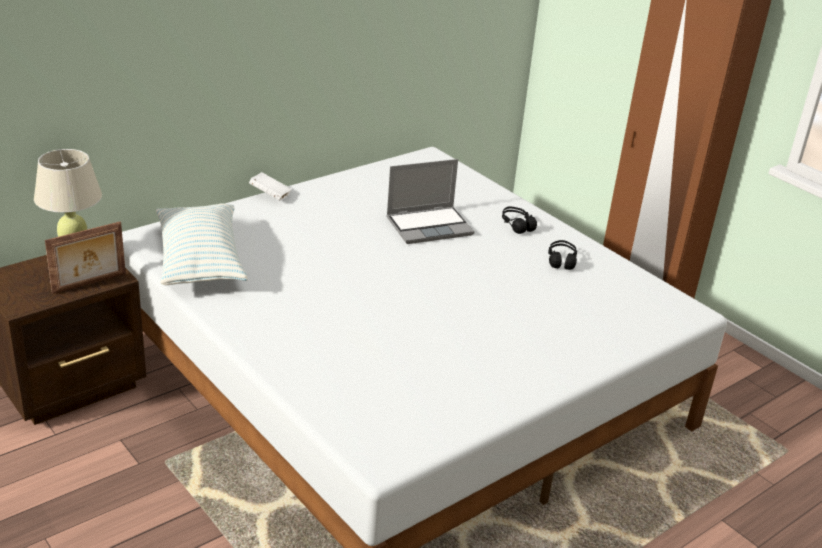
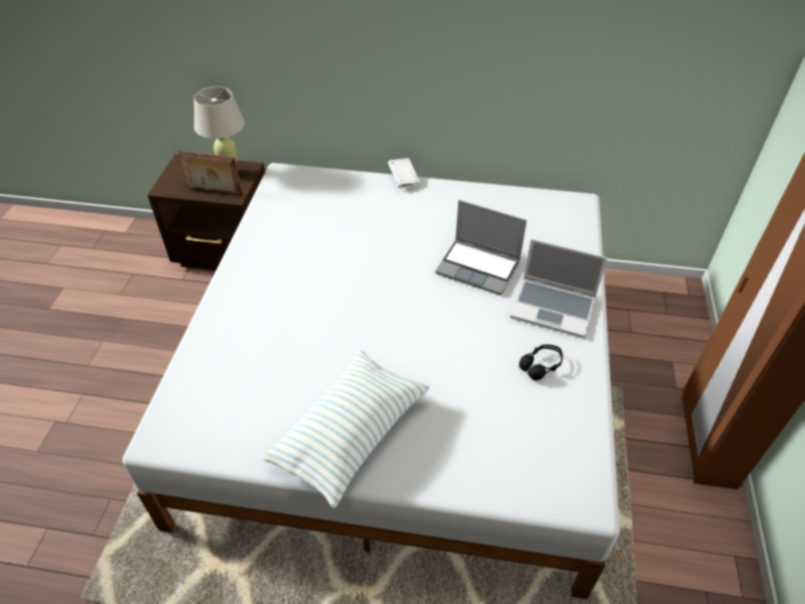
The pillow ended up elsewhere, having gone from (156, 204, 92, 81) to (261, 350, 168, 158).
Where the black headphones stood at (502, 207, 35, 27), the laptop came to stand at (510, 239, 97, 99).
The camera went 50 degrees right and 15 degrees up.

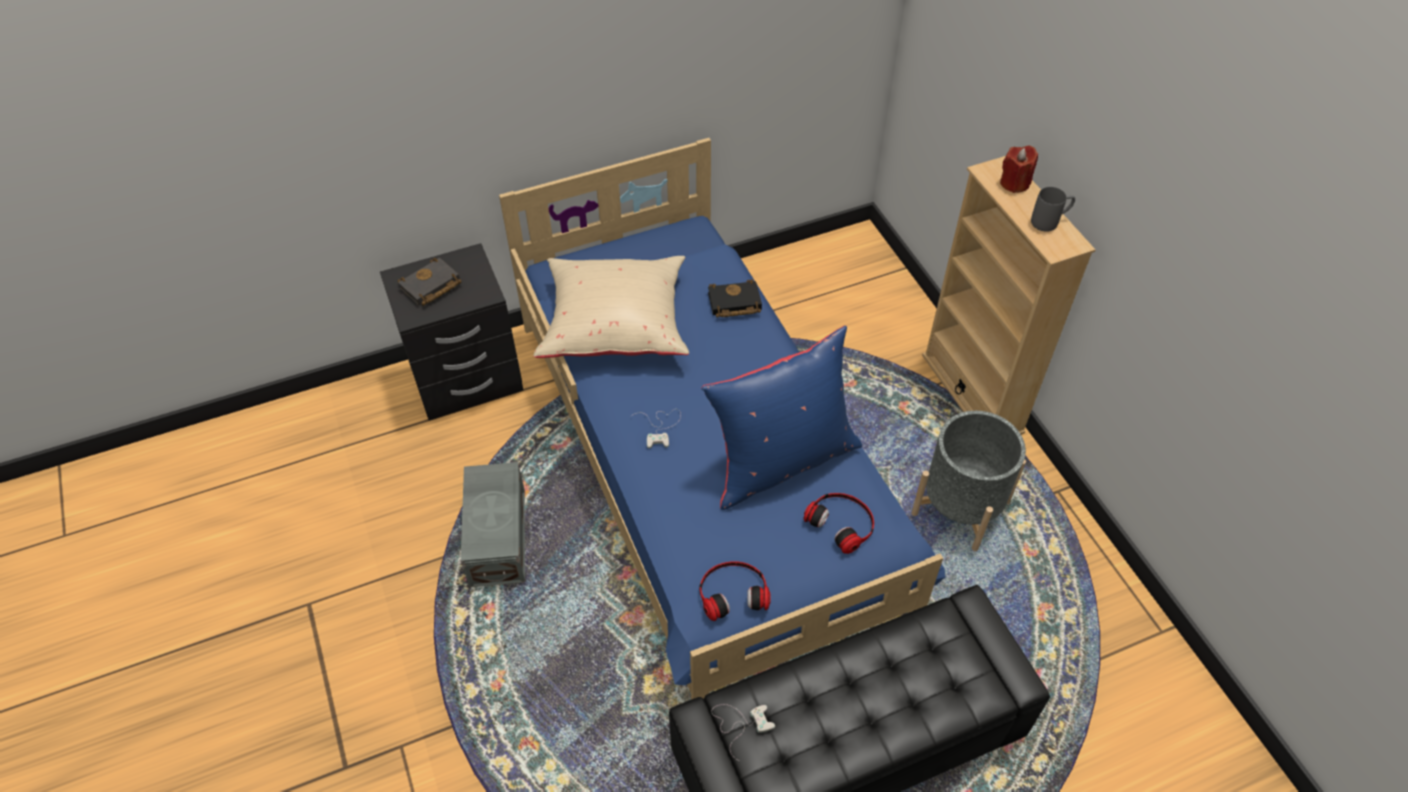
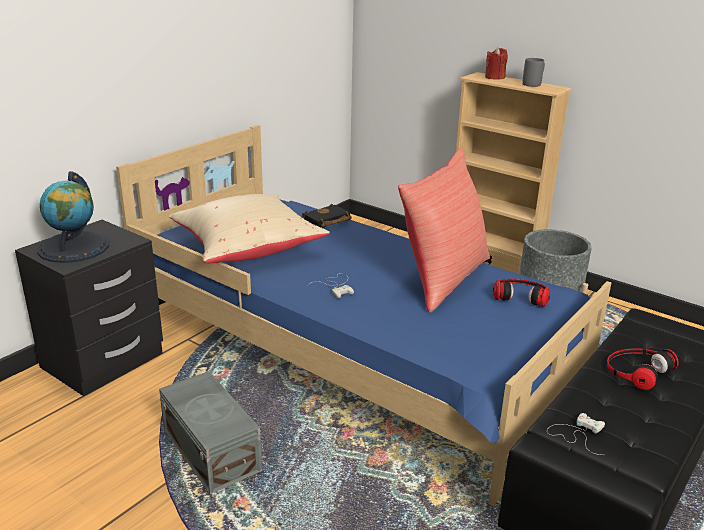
The headphones ended up elsewhere, having gone from (699, 561, 72, 60) to (607, 348, 72, 42).
Where the black book stood at (398, 258, 63, 48), the globe came to stand at (37, 171, 72, 92).
What was the blue pillow at (701, 326, 161, 184) turned into the red pillow at (398, 147, 92, 165).
The camera went 30 degrees left and 25 degrees down.

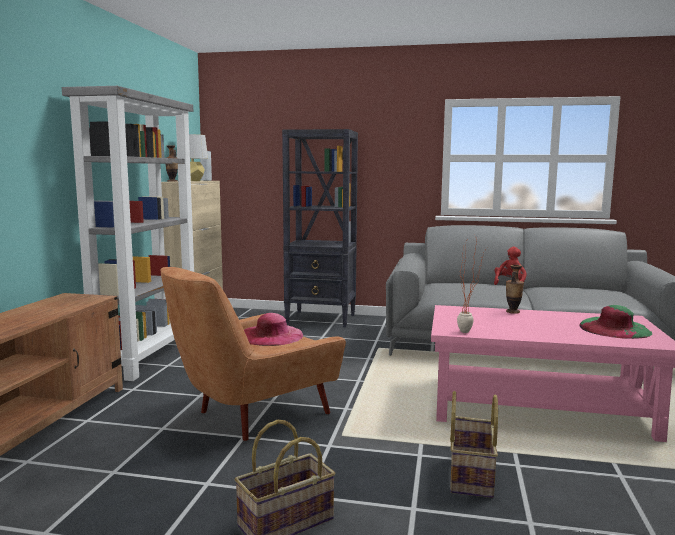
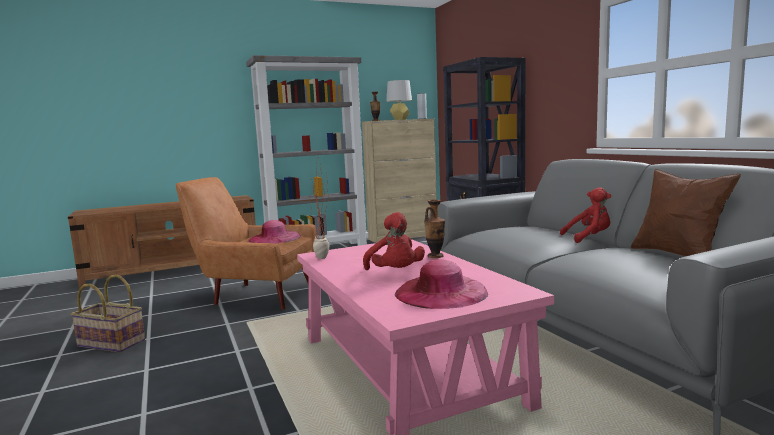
The second view lost the basket at (450, 391, 48, 107).
The second view gained the red plush toy at (363, 212, 62, 58).
The second view gained the brown pillow at (631, 169, 110, 87).
What was the green hat at (579, 305, 73, 34) turned into the pink hat at (395, 259, 93, 50).
The camera went 55 degrees right and 0 degrees up.

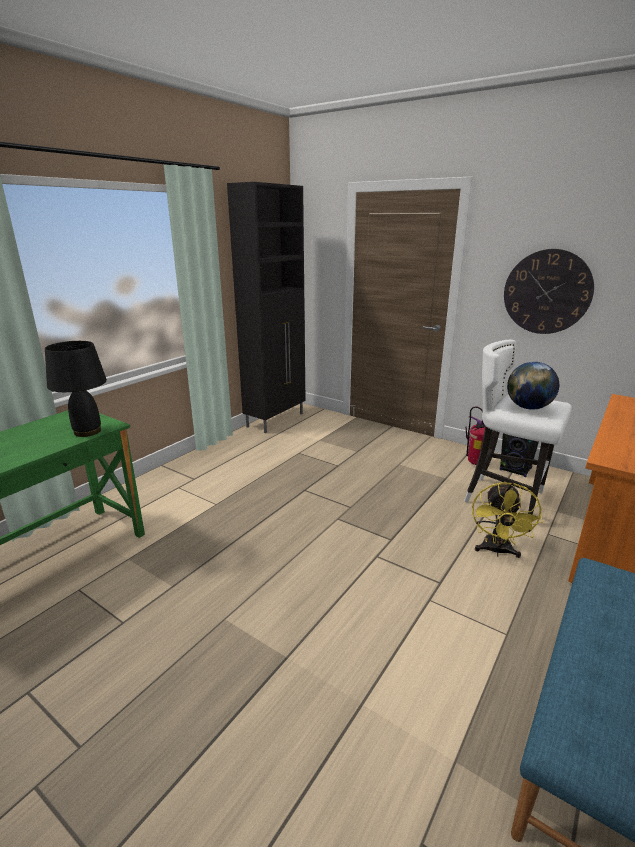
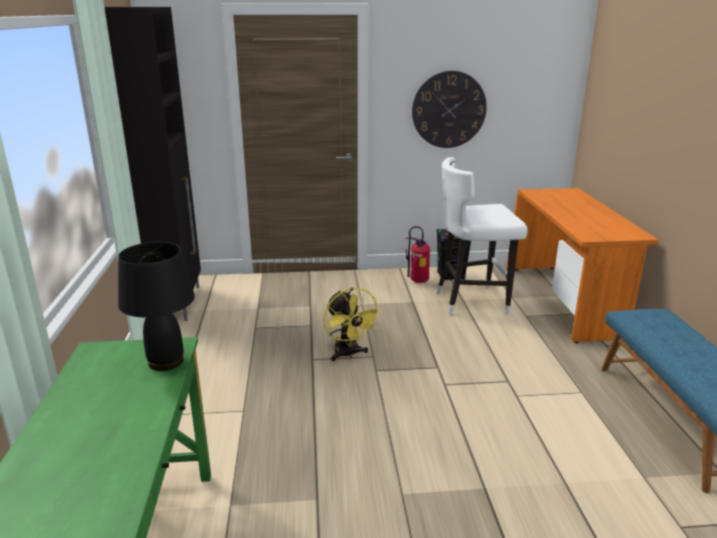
The second view lost the globe at (507, 362, 52, 48).
The yellow fan ended up elsewhere, having gone from (472, 481, 71, 77) to (324, 288, 58, 73).
The camera went 40 degrees left and 0 degrees up.

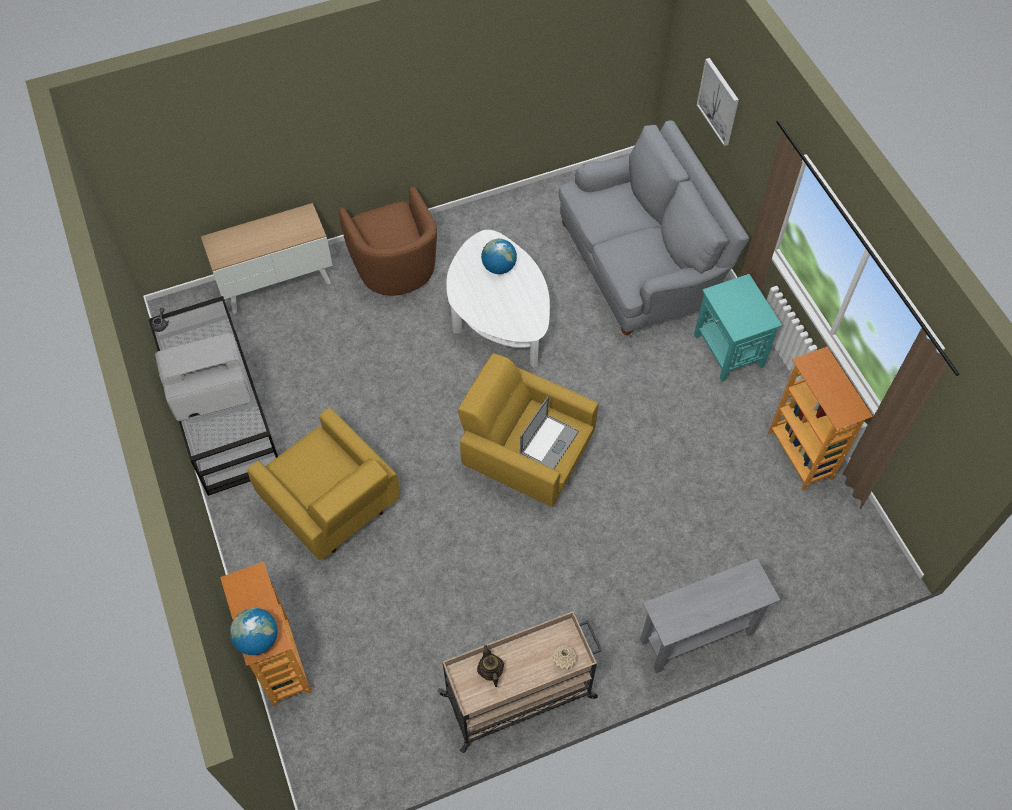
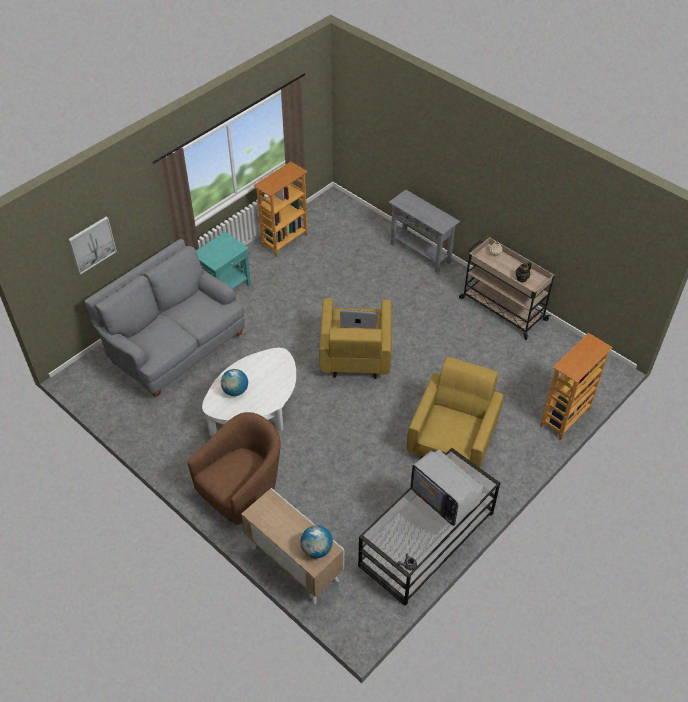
The globe ended up elsewhere, having gone from (230, 608, 48, 47) to (301, 525, 32, 33).
The camera went 115 degrees left and 10 degrees down.

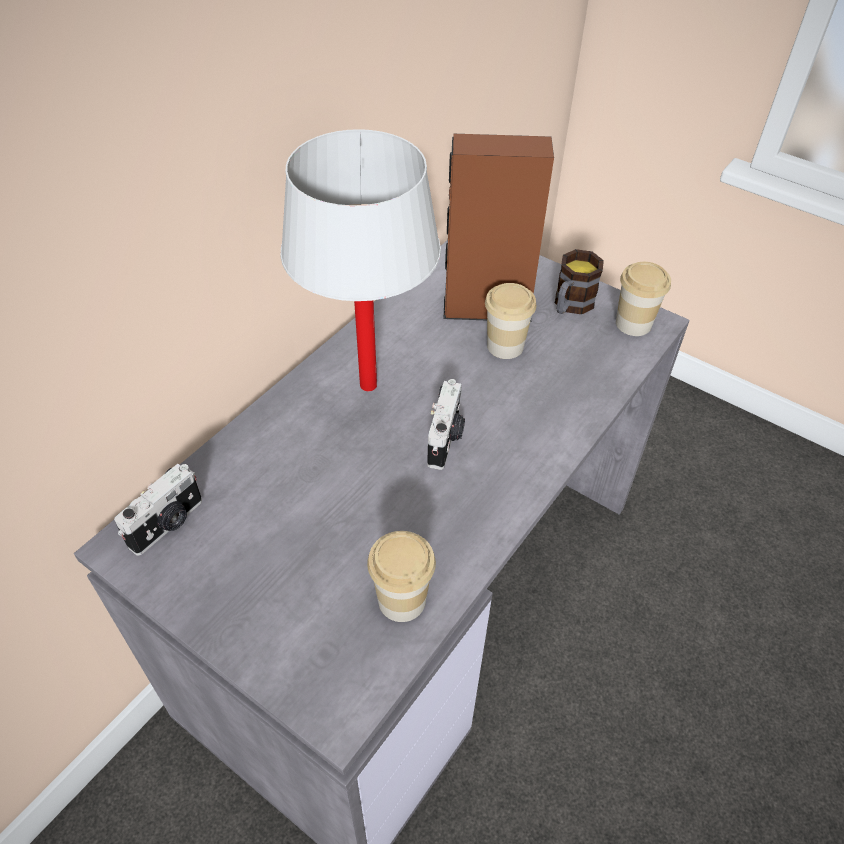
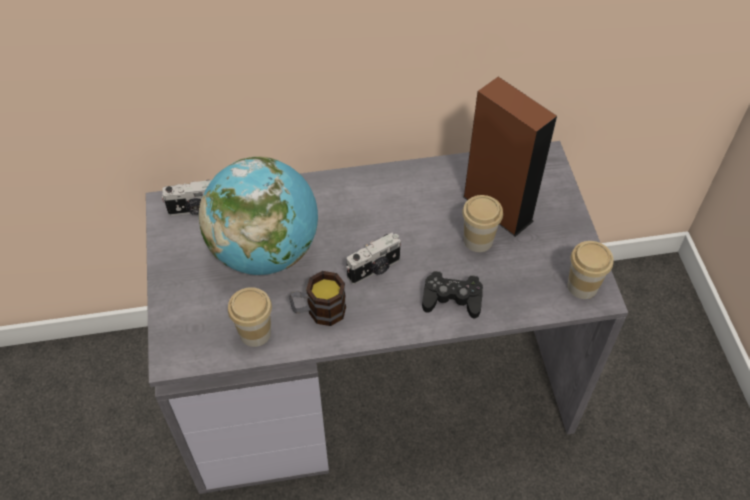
The second view lost the white table lamp at (280, 129, 161, 262).
The second view gained the globe at (199, 157, 119, 118).
The second view gained the black game controller at (422, 271, 61, 48).
The mug ended up elsewhere, having gone from (555, 249, 49, 65) to (289, 271, 57, 55).
The camera went 45 degrees right and 5 degrees up.

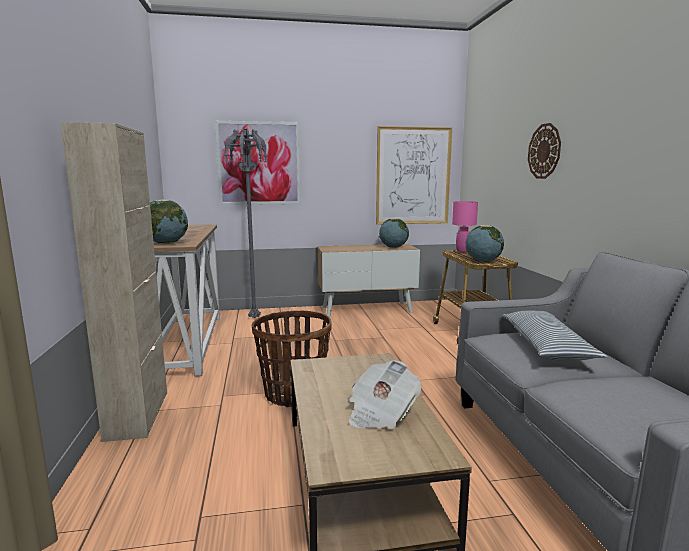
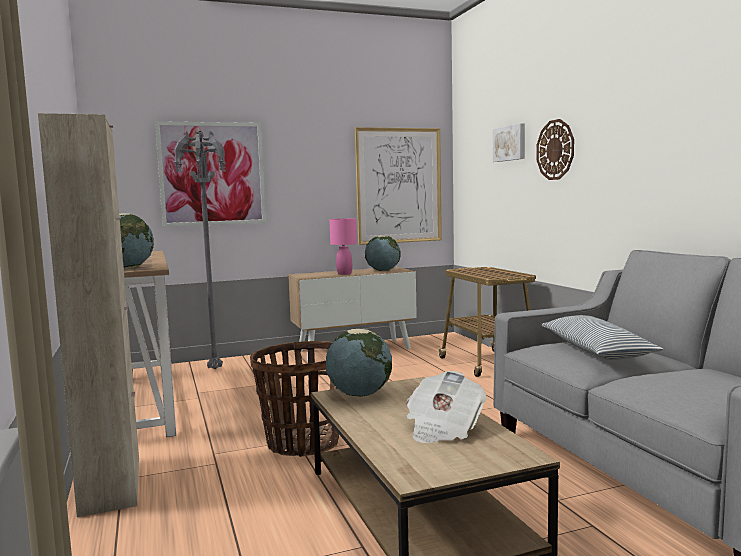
The second view gained the picture at (493, 123, 32, 39).
The pink table lamp ended up elsewhere, having gone from (452, 201, 26, 51) to (329, 218, 28, 57).
The globe ended up elsewhere, having gone from (466, 225, 38, 37) to (326, 329, 66, 68).
The camera went 10 degrees left and 5 degrees down.

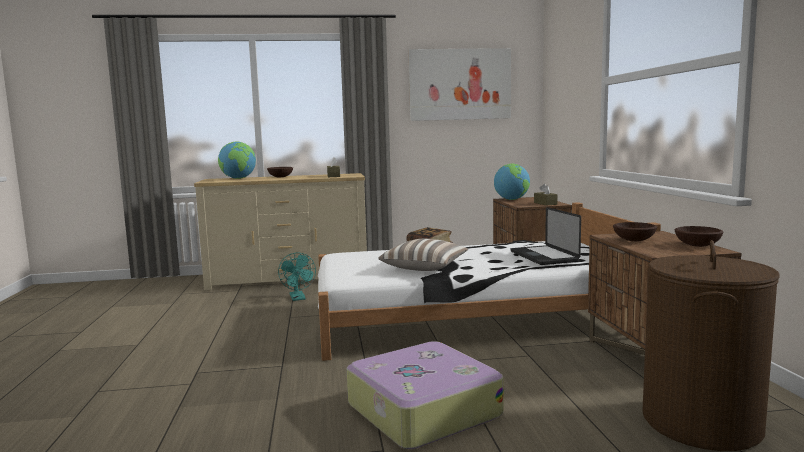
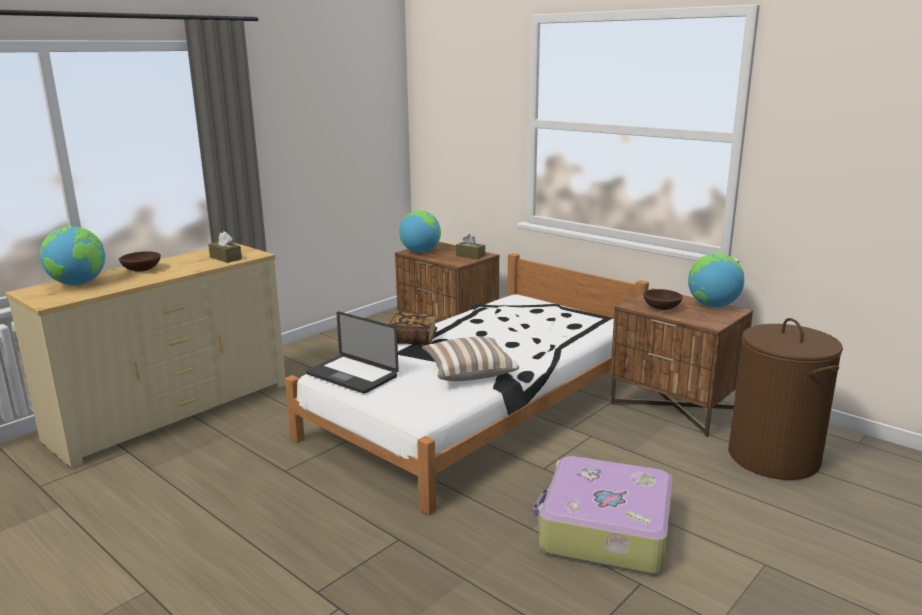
The second view lost the turquoise fan at (278, 253, 38, 48).
The second view lost the picture at (409, 48, 102, 73).
The laptop ended up elsewhere, having gone from (511, 207, 70, 58) to (306, 311, 93, 83).
Where the brown bowl stood at (674, 226, 50, 21), the globe came to stand at (688, 254, 56, 54).
The camera went 40 degrees left and 10 degrees up.

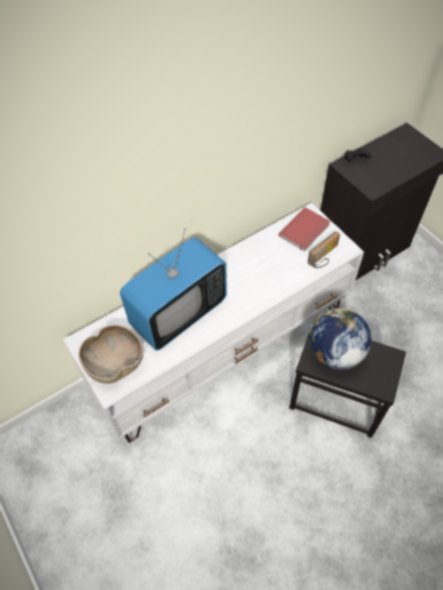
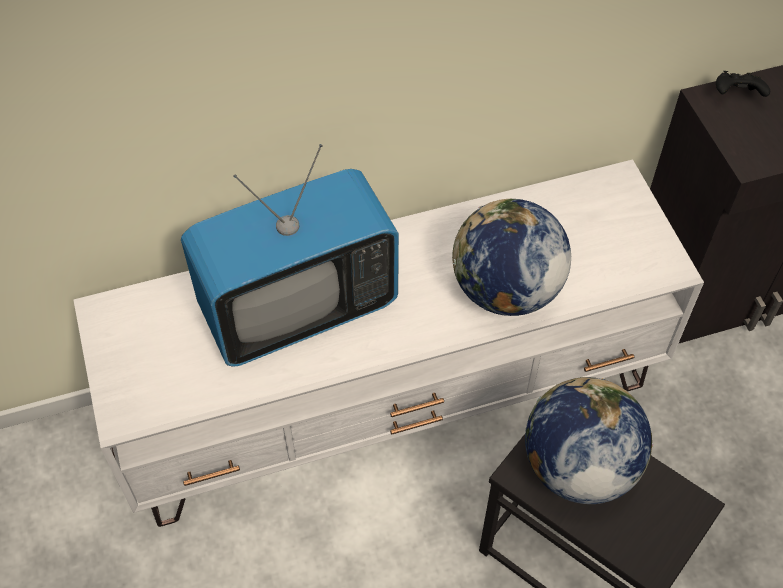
The second view lost the brown bowl at (79, 325, 64, 59).
The second view lost the red book at (279, 207, 52, 44).
The second view lost the radio at (308, 231, 32, 37).
The second view gained the globe at (452, 199, 119, 117).
The camera went 15 degrees right and 0 degrees up.

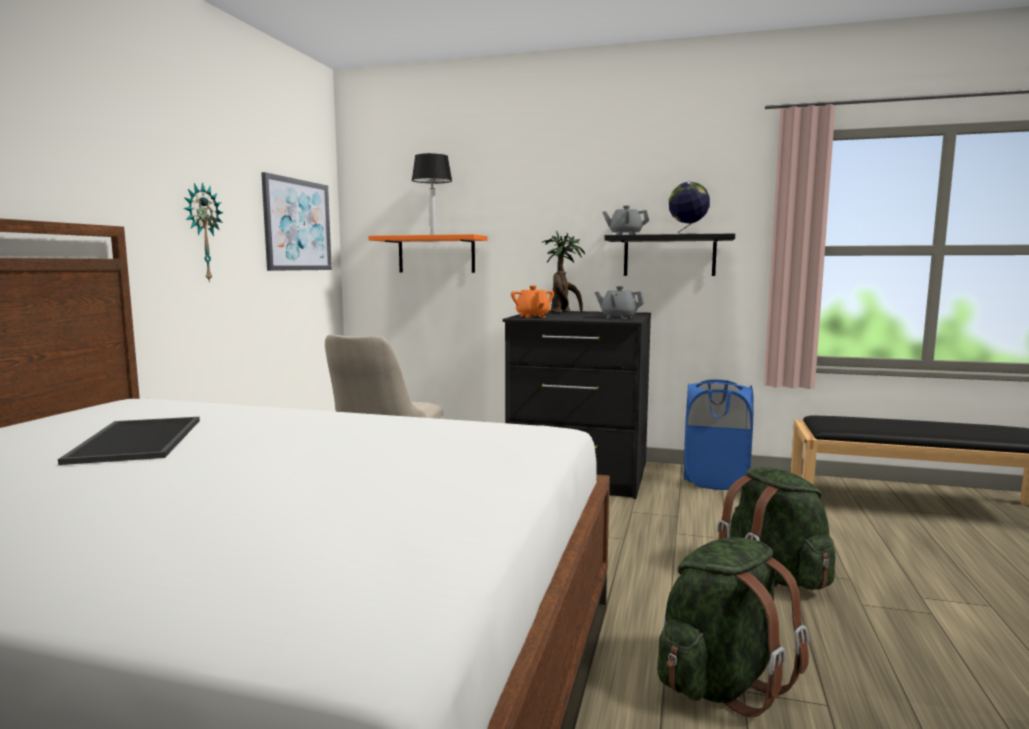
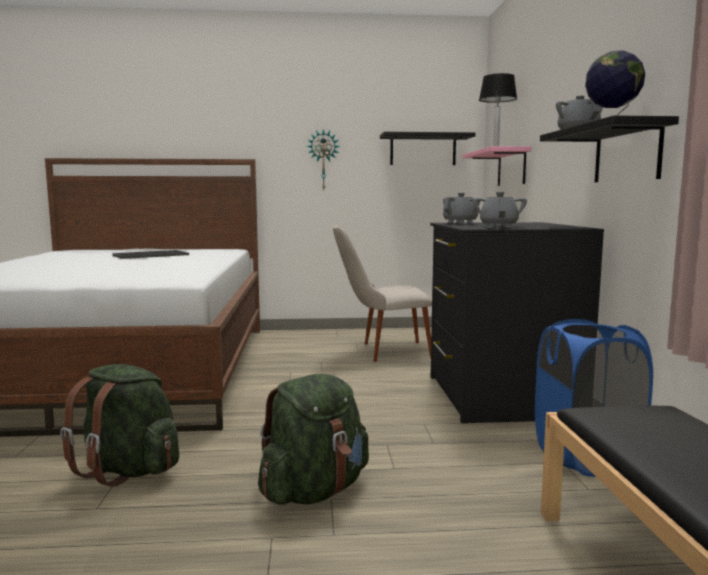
The second view lost the potted plant at (542, 230, 43, 83).
Where the picture hung at (261, 172, 71, 99), the black shelf came to hang at (380, 132, 96, 33).
What was the orange shelf at (368, 234, 120, 39) turned into the pink shelf at (462, 146, 69, 40).
What was the orange teapot at (511, 286, 43, 32) turned into the grey teapot at (443, 193, 37, 31).
The camera went 70 degrees right and 0 degrees up.

